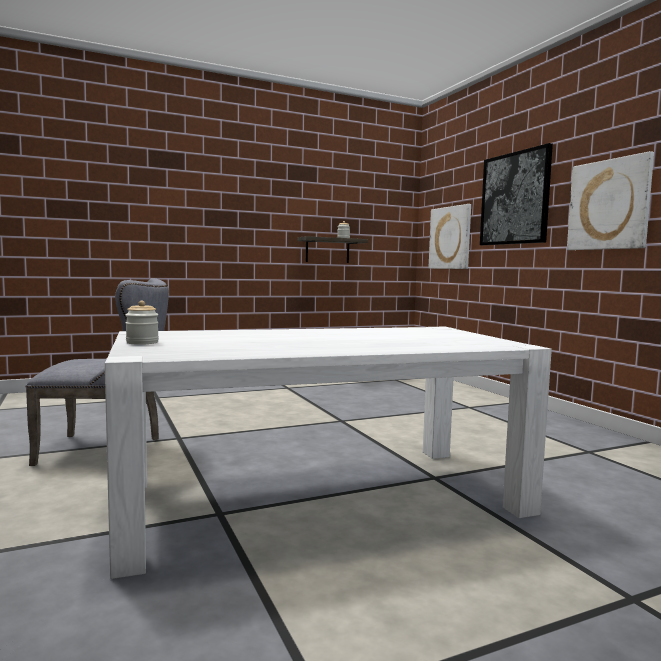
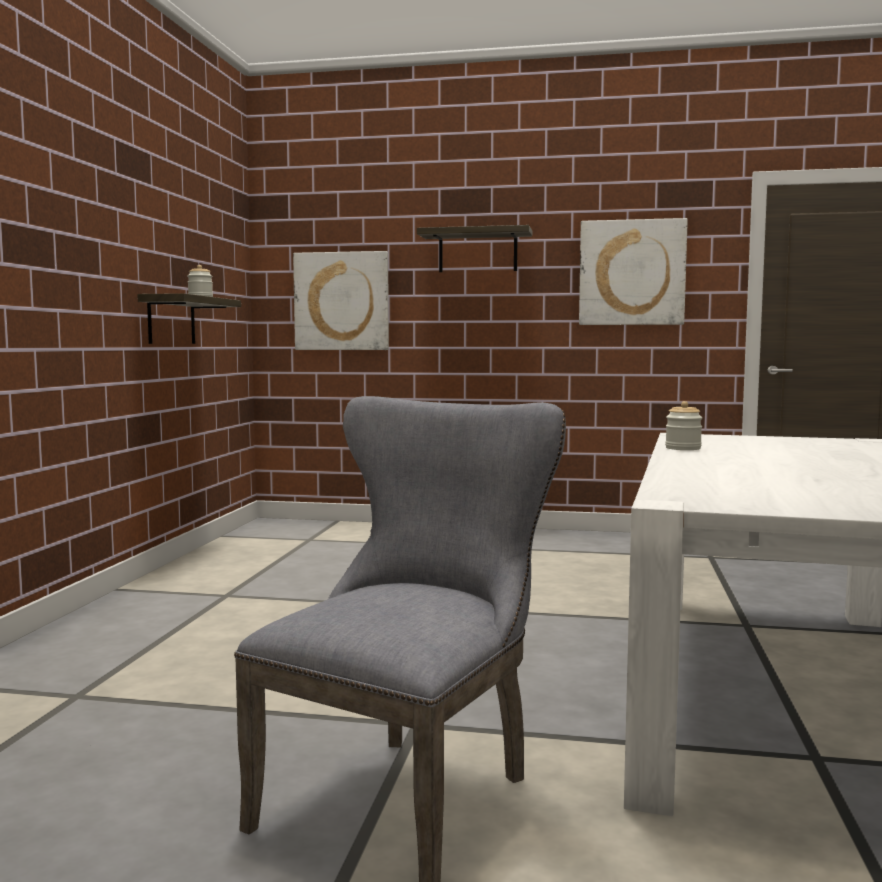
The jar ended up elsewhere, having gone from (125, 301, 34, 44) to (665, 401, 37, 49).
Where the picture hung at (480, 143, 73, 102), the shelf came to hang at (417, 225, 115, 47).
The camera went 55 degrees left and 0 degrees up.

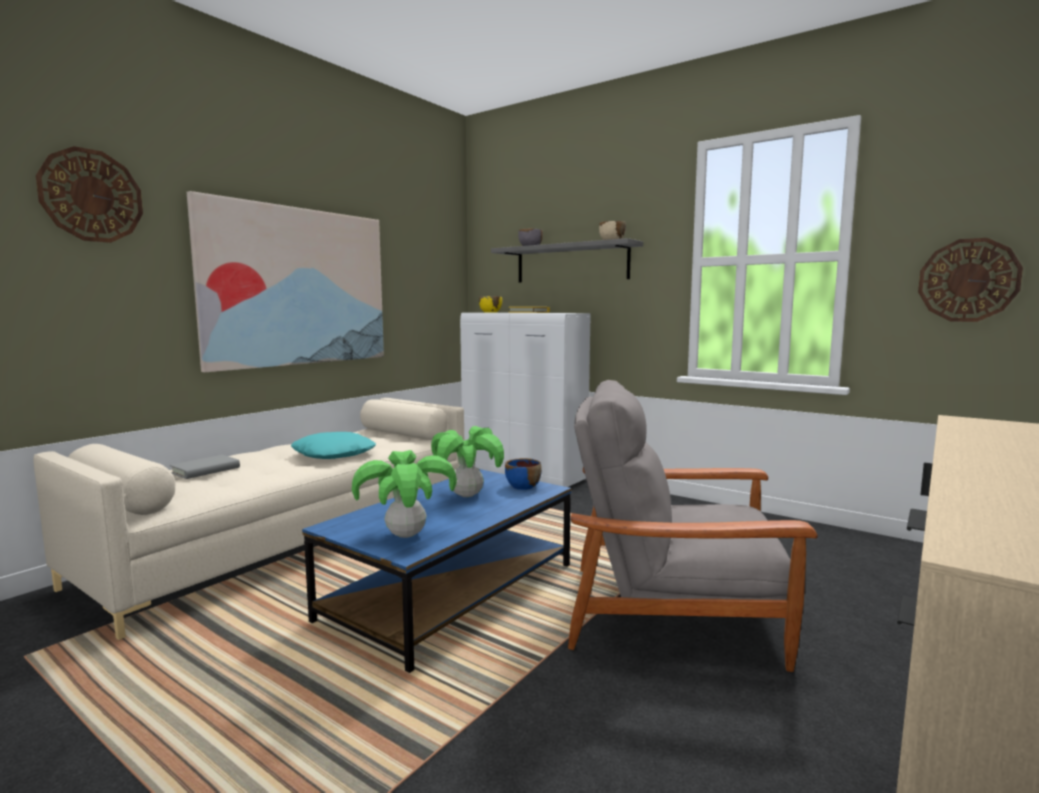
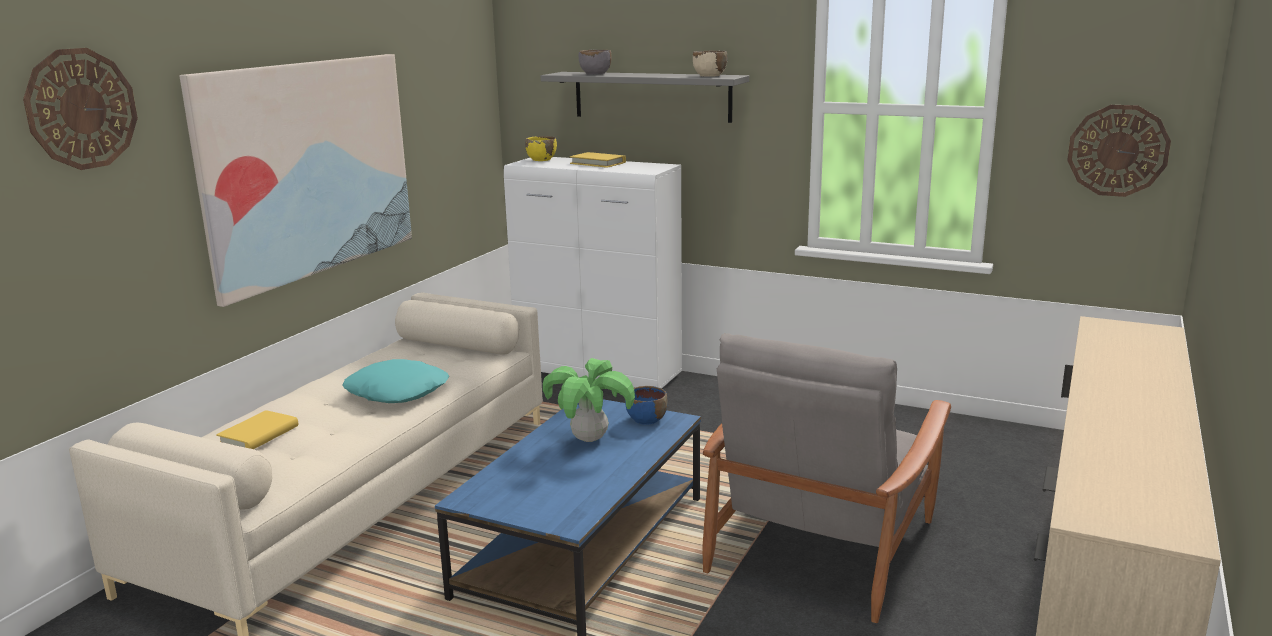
The second view lost the potted plant at (352, 450, 105, 88).
What was the grey book at (170, 455, 70, 24) turned into the yellow book at (216, 410, 82, 39).
The grey armchair at (568, 380, 250, 292) ended up facing another way, 60 degrees counterclockwise from before.
The camera went 10 degrees left and 10 degrees up.

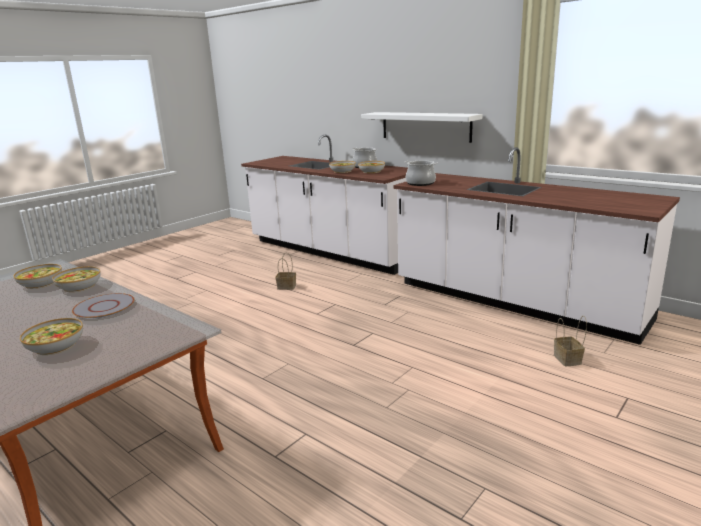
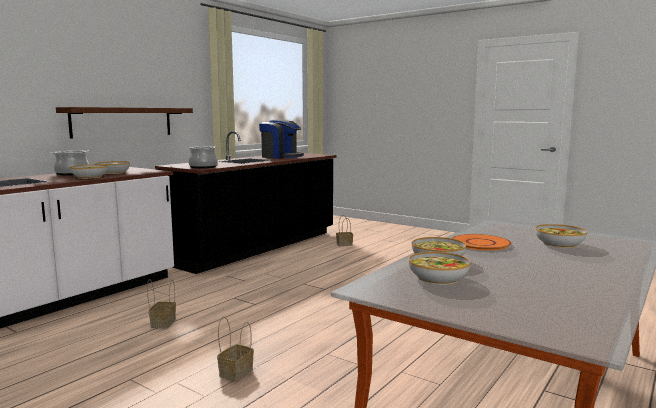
The second view gained the basket at (217, 317, 37, 65).
The second view gained the coffee machine at (259, 120, 45, 39).
What was the grey plate at (72, 293, 62, 26) turned into the orange plate at (452, 234, 59, 16).
What was the white shelf at (361, 112, 122, 31) turned into the brown shelf at (56, 107, 137, 31).
What was the white counter at (393, 147, 287, 198) turned into the black counter at (155, 131, 182, 143).
The camera went 95 degrees left and 10 degrees down.

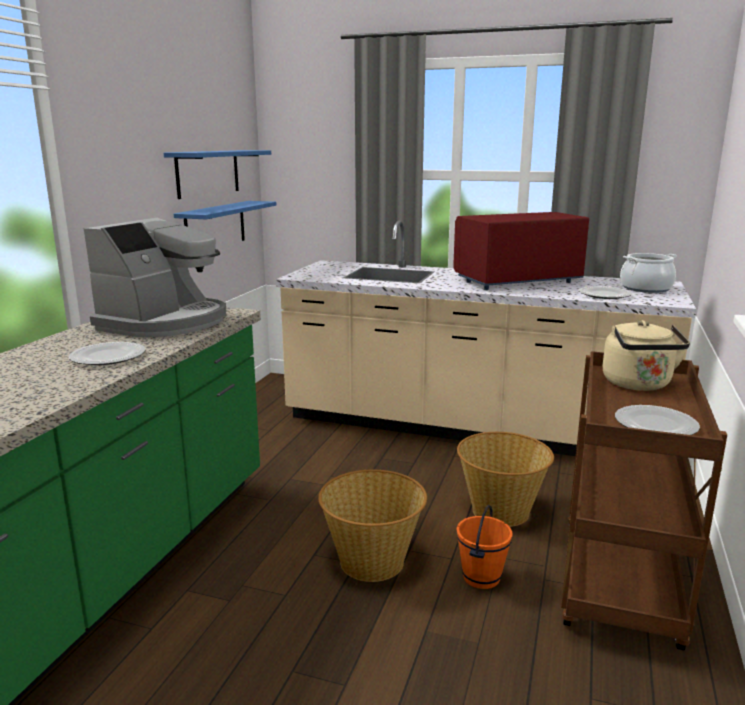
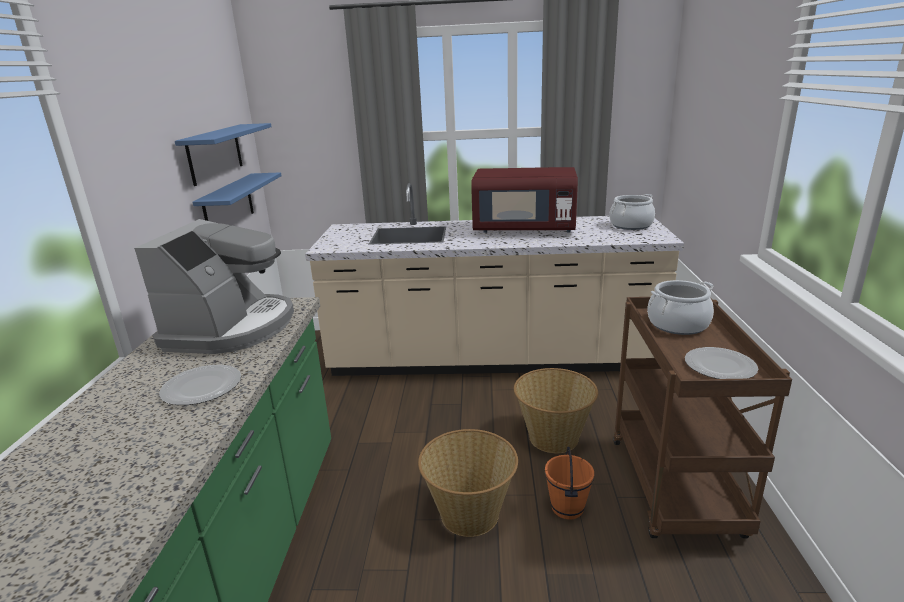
The second view lost the plate at (579, 286, 53, 13).
Where the beige kettle stood at (603, 320, 87, 71), the cooking pot came to stand at (647, 280, 67, 55).
The red microwave at (453, 212, 136, 78) ended up facing another way, 135 degrees counterclockwise from before.
The camera went 15 degrees left and 5 degrees up.

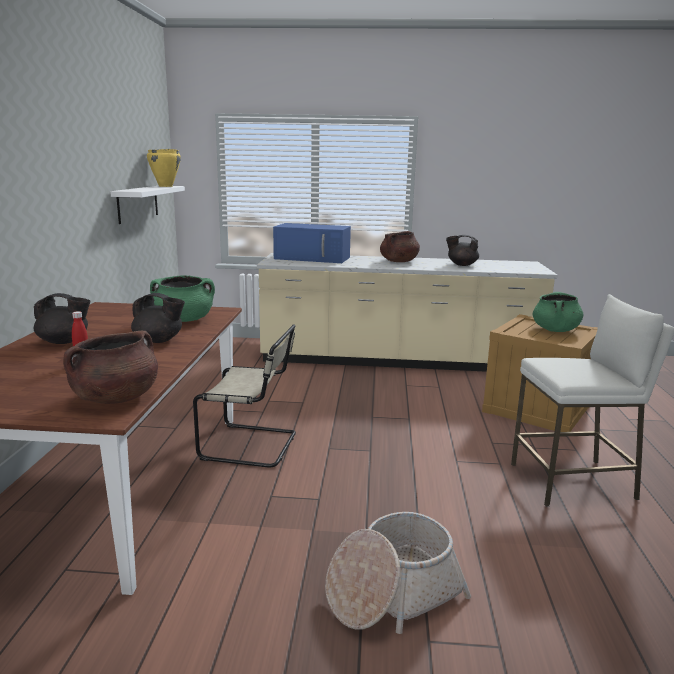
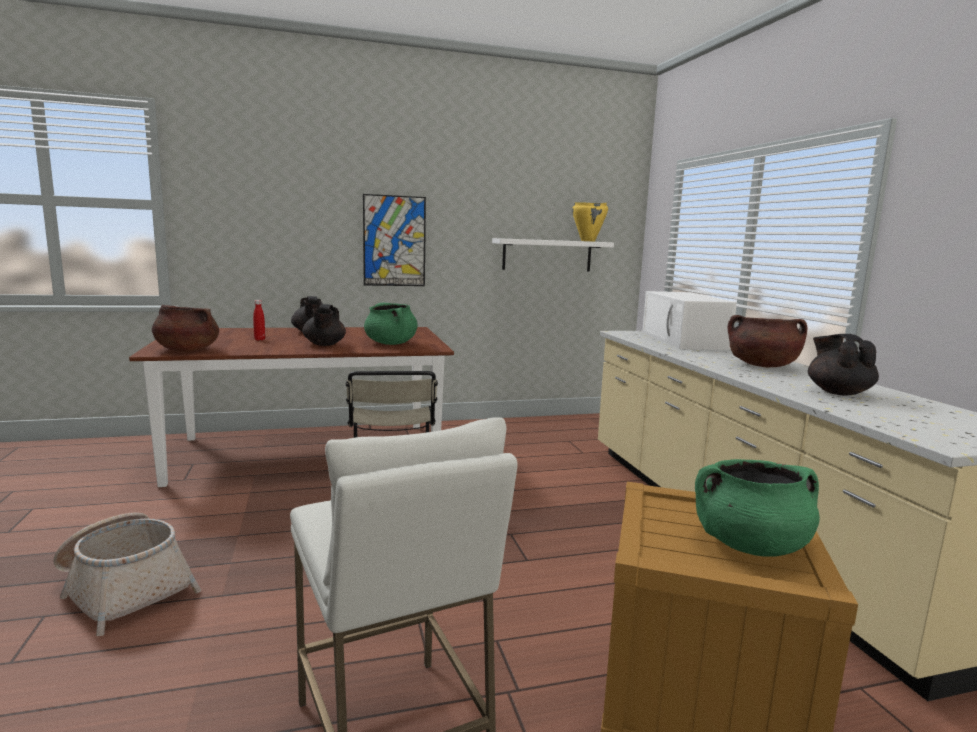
The second view gained the picture at (363, 194, 63, 92).
What was the blue microwave at (273, 223, 78, 40) turned into the white microwave at (642, 291, 95, 59).
The camera went 70 degrees right and 5 degrees down.

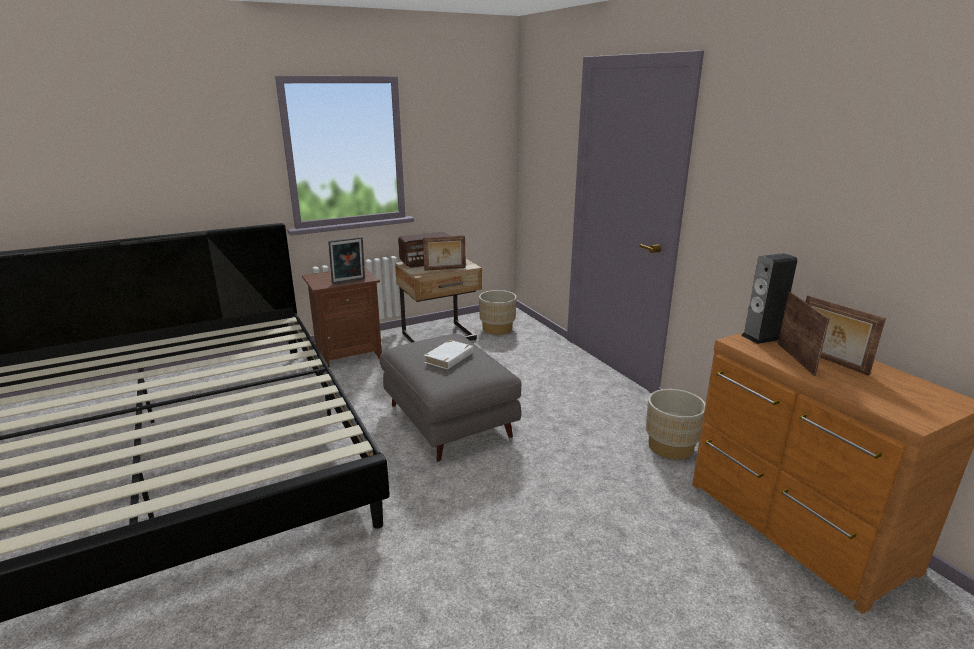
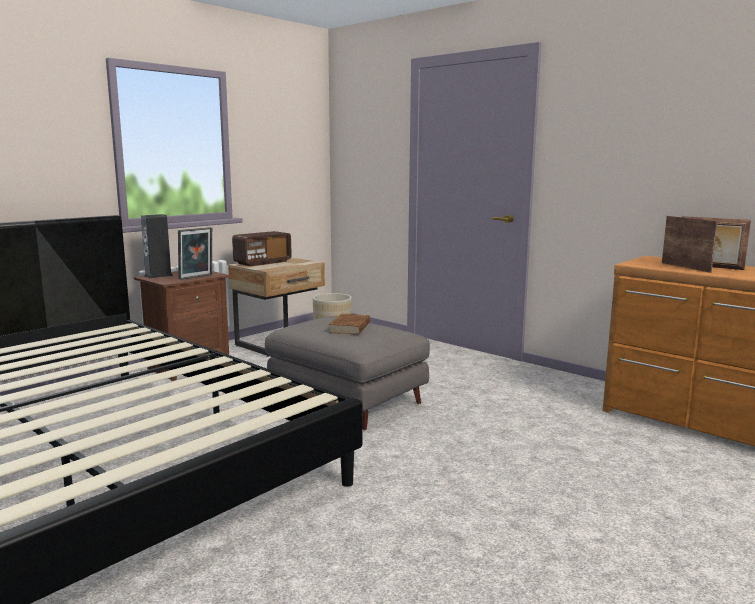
The second view lost the picture frame at (423, 235, 43, 36).
The second view lost the beige planter at (646, 389, 60, 71).
The speaker ended up elsewhere, having gone from (741, 253, 57, 91) to (141, 214, 32, 65).
What was the white book at (424, 340, 50, 30) turned into the brown book at (329, 314, 41, 21).
The camera went 20 degrees left and 10 degrees down.

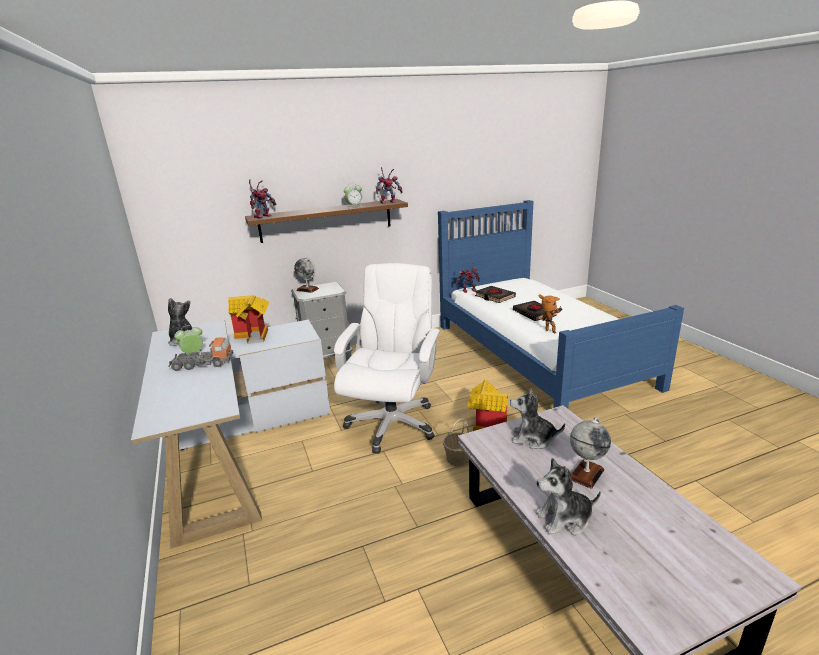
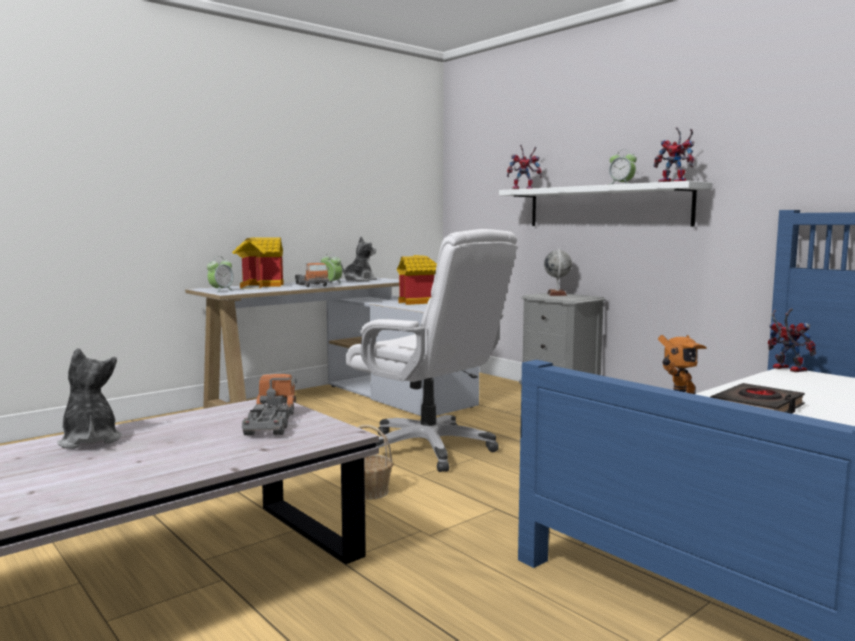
The second view lost the black book at (475, 286, 41, 17).
The second view lost the globe at (570, 417, 41, 72).
The second view gained the alarm clock at (207, 256, 27, 36).
The toy house ended up elsewhere, having gone from (467, 380, 41, 51) to (232, 238, 52, 51).
Where the plush toy stood at (510, 388, 55, 61), the toy truck came to stand at (242, 374, 55, 61).
What was the brown shelf at (245, 199, 163, 44) turned into the white shelf at (499, 181, 214, 46).
The white office chair at (334, 263, 107, 191) ended up facing another way, 45 degrees clockwise from before.
The camera went 70 degrees right and 15 degrees down.

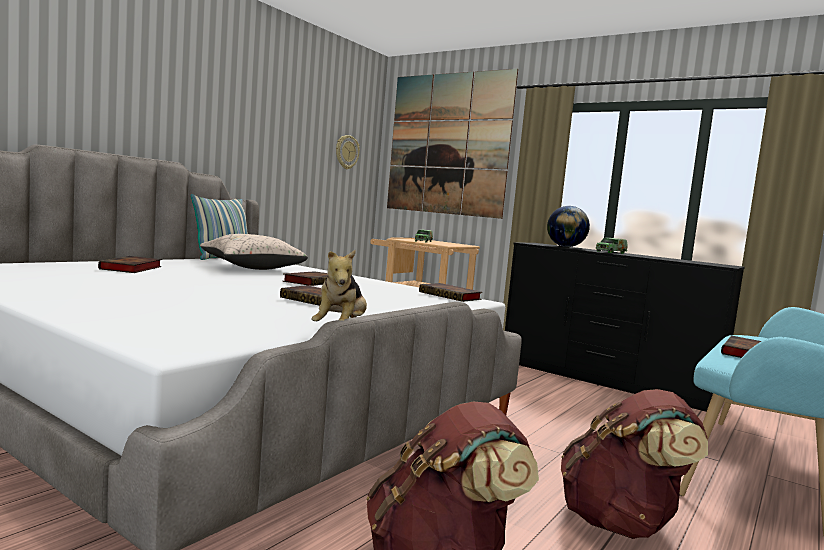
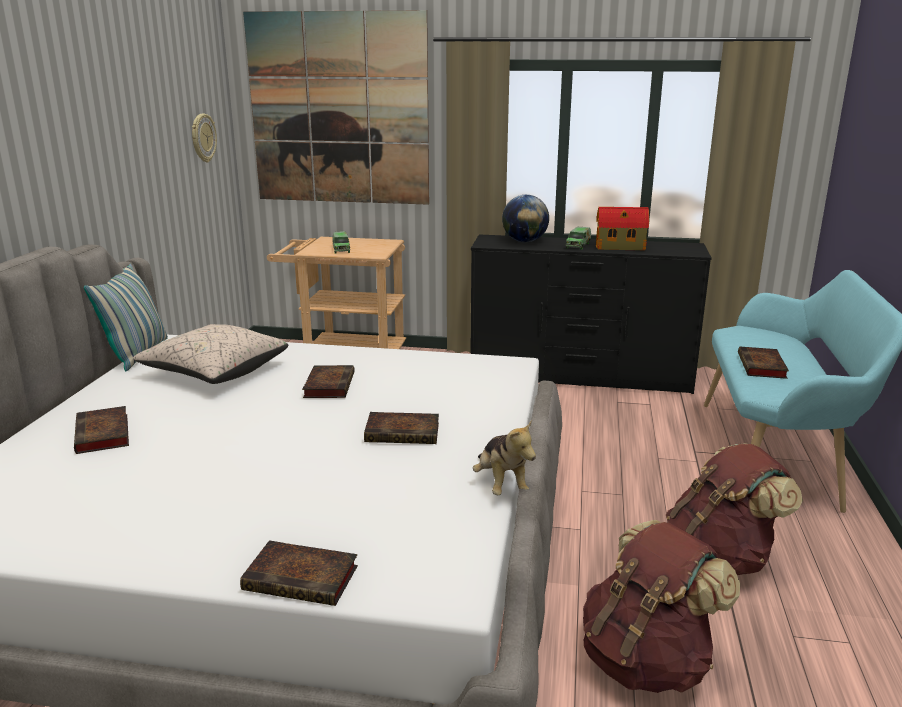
The second view gained the toy house at (596, 207, 53, 43).
The book ended up elsewhere, having gone from (419, 283, 63, 19) to (240, 540, 118, 66).
The camera went 25 degrees left and 15 degrees up.

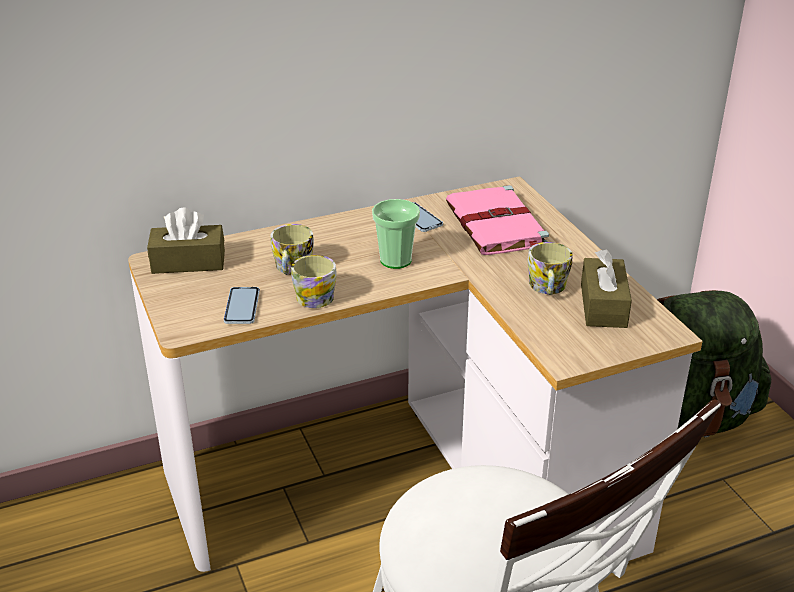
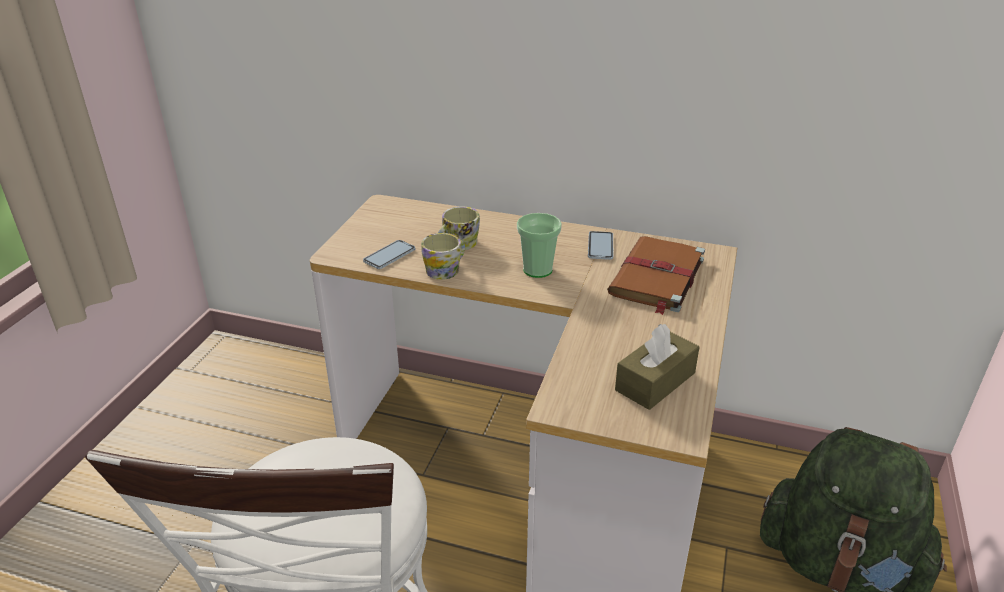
The second view lost the brown tissue box at (147, 208, 78, 66).
The second view lost the mug at (528, 242, 45, 53).
What was the pink book at (446, 185, 103, 70) turned into the brown book at (607, 236, 98, 79).
The camera went 40 degrees right and 0 degrees up.

